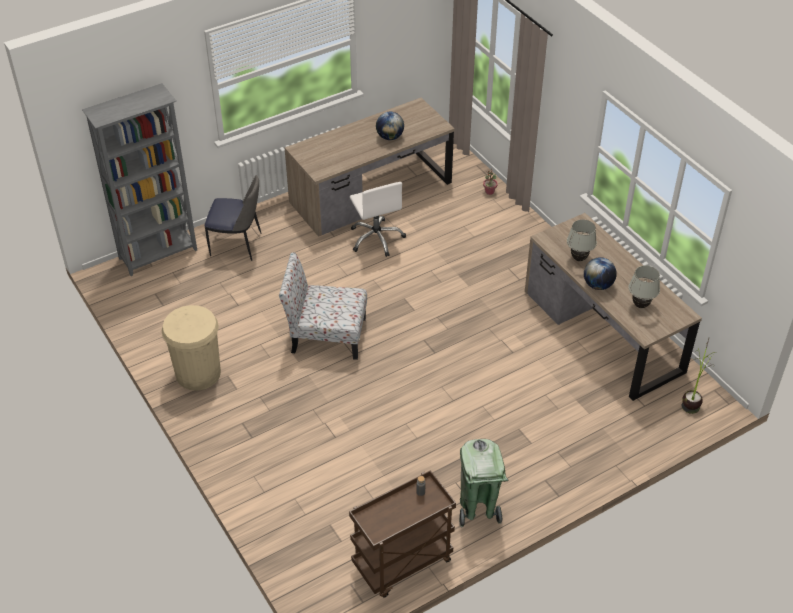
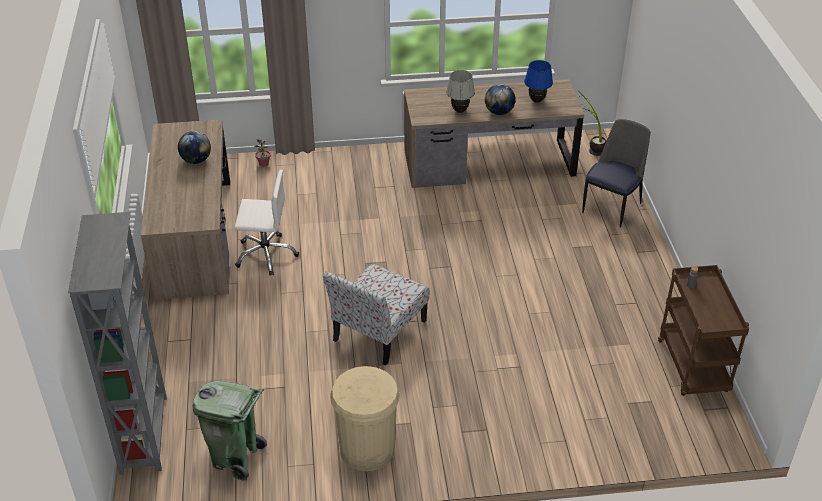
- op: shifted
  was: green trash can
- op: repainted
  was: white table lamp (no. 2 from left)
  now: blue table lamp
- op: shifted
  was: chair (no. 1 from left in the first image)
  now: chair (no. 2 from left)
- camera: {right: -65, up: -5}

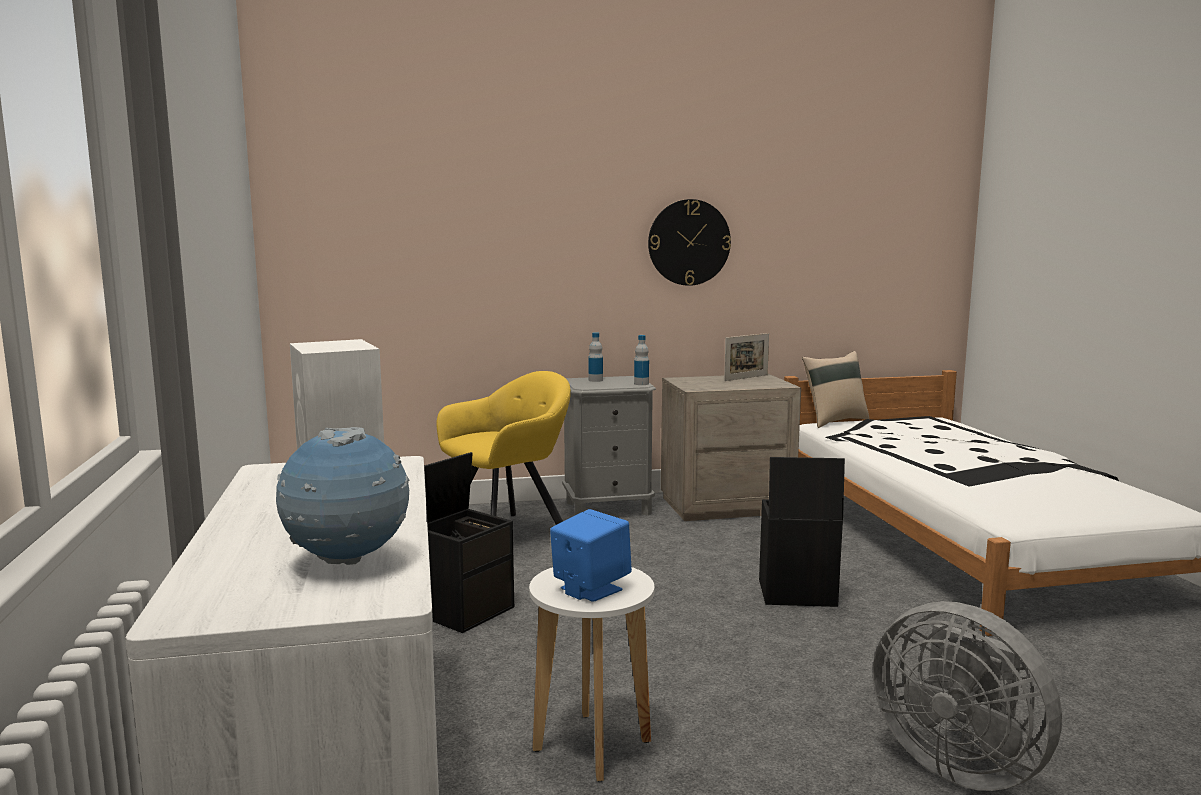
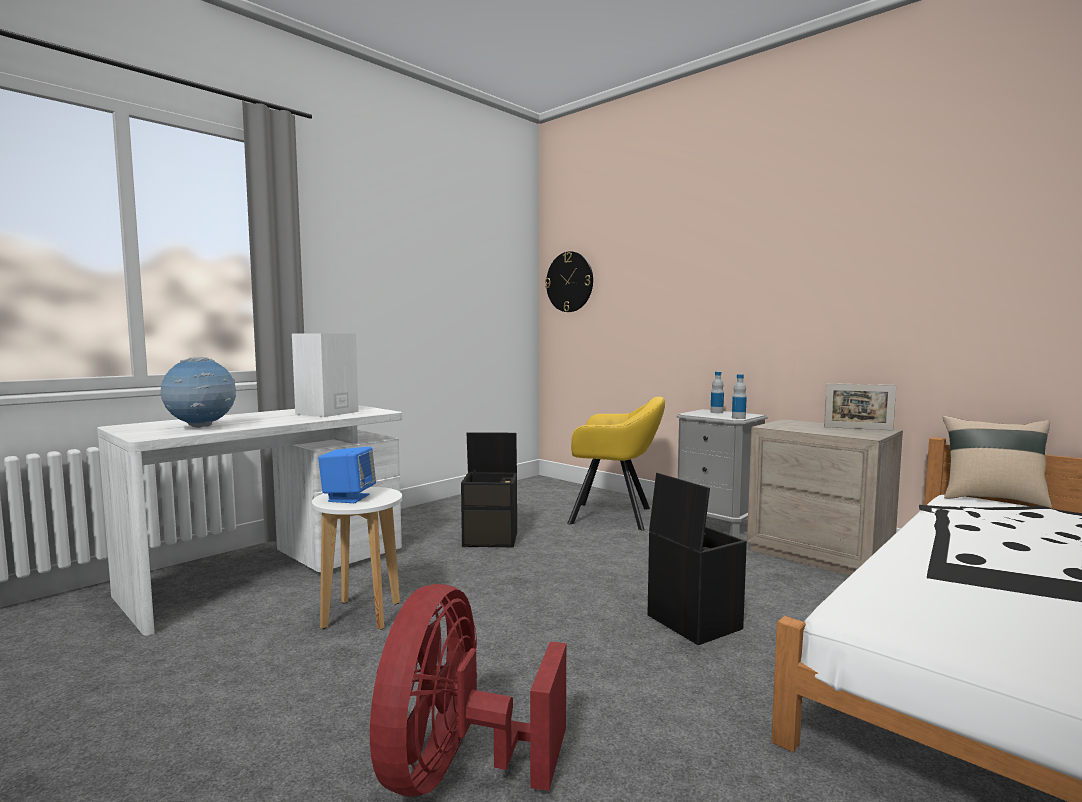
- op: repainted
  was: grey fan
  now: red fan
- op: shifted
  was: wall clock
- camera: {right: 55, up: -5}

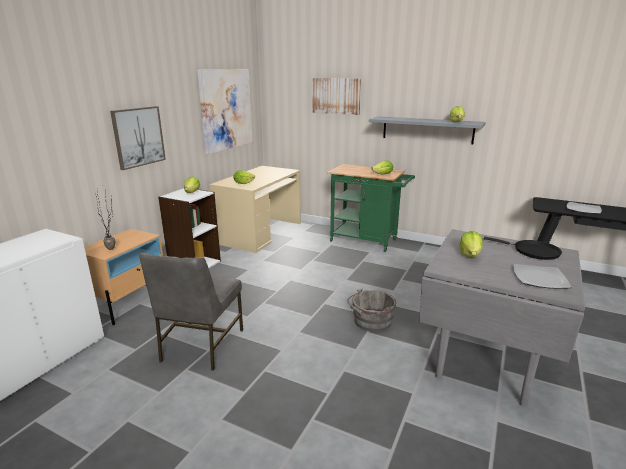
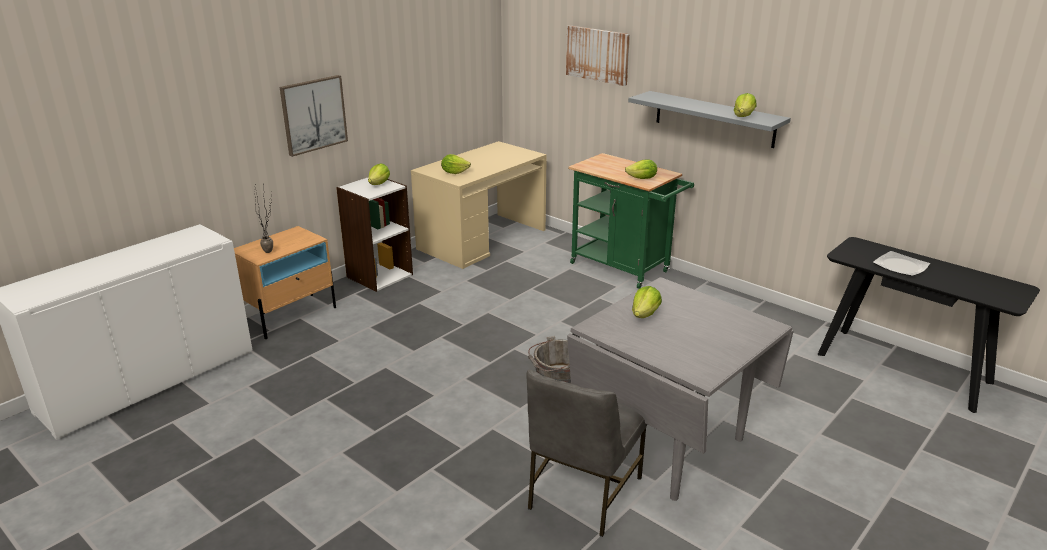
- op: shifted
  was: grey chair
- op: gone
  was: picture (no. 2 from left)
- op: gone
  was: black frying pan
- op: gone
  was: plate (no. 1 from left)
- camera: {right: 15, up: 5}

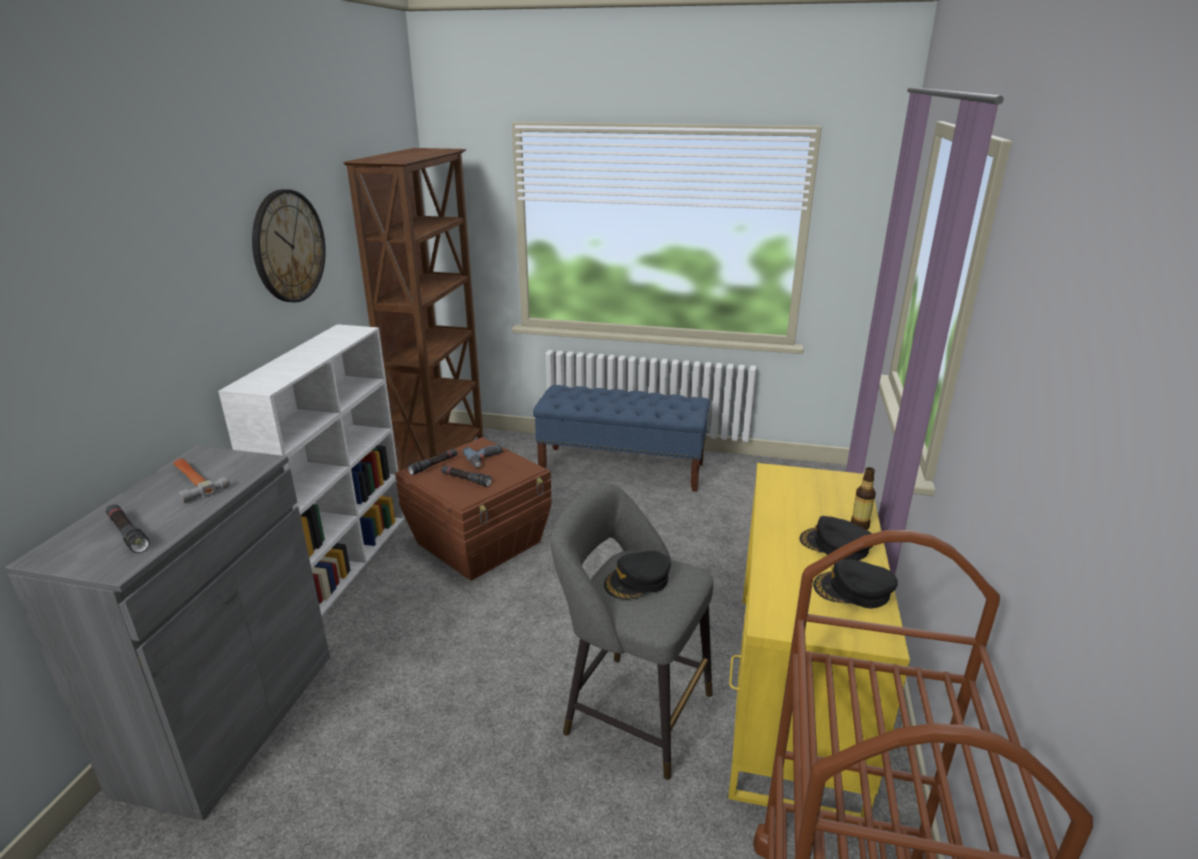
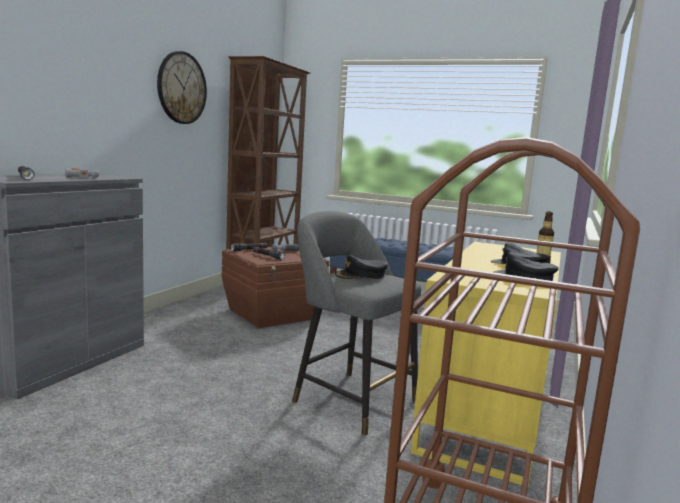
- op: gone
  was: white bookcase
- camera: {right: 10, up: -15}

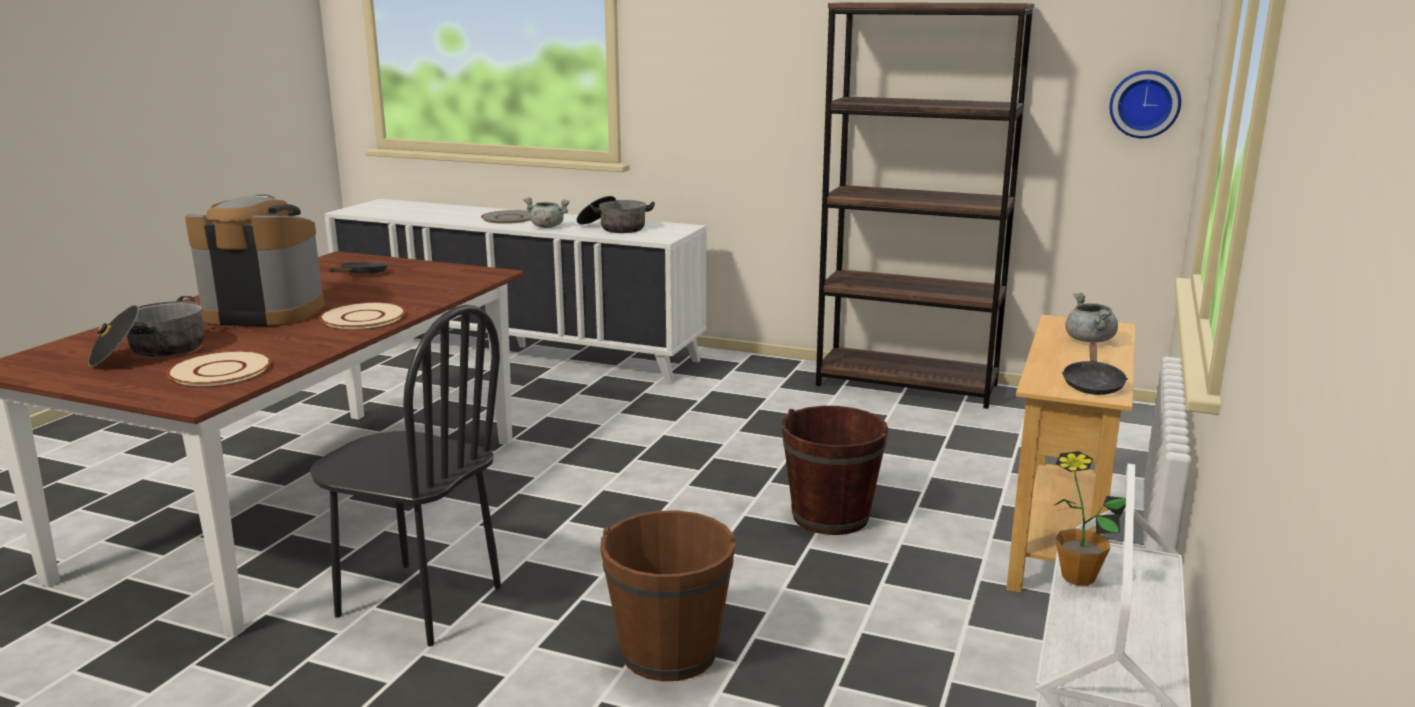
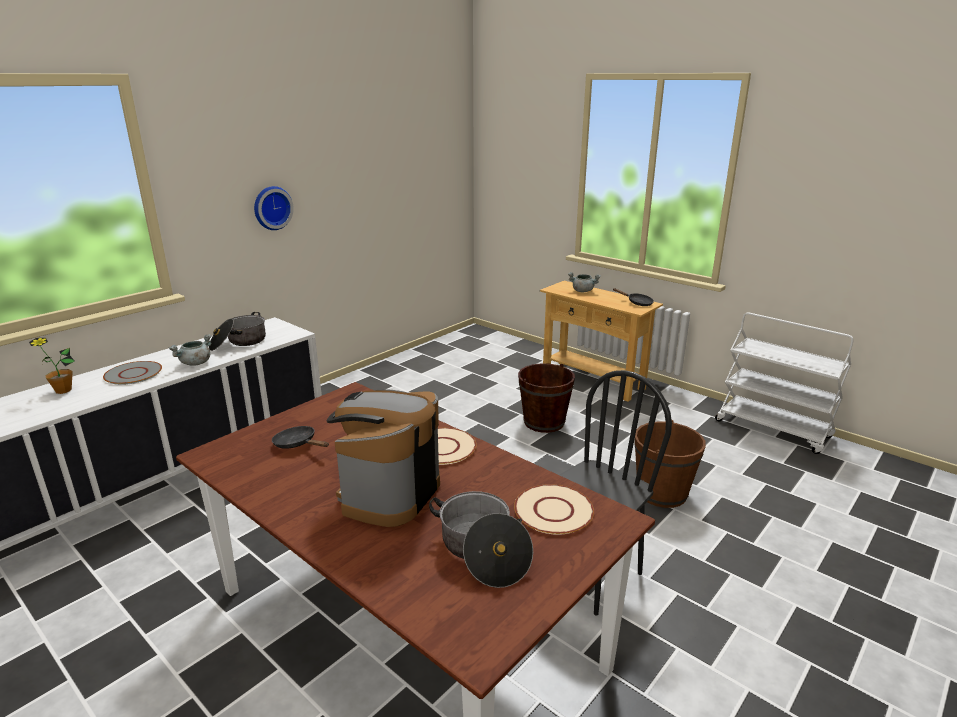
- op: shifted
  was: potted plant
- op: shifted
  was: wall clock
- op: gone
  was: brown bookcase
- camera: {right: -70, up: 5}

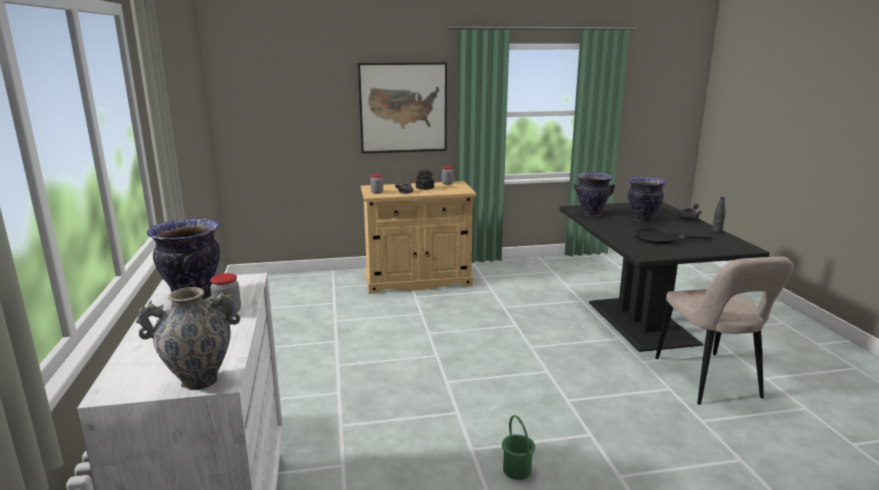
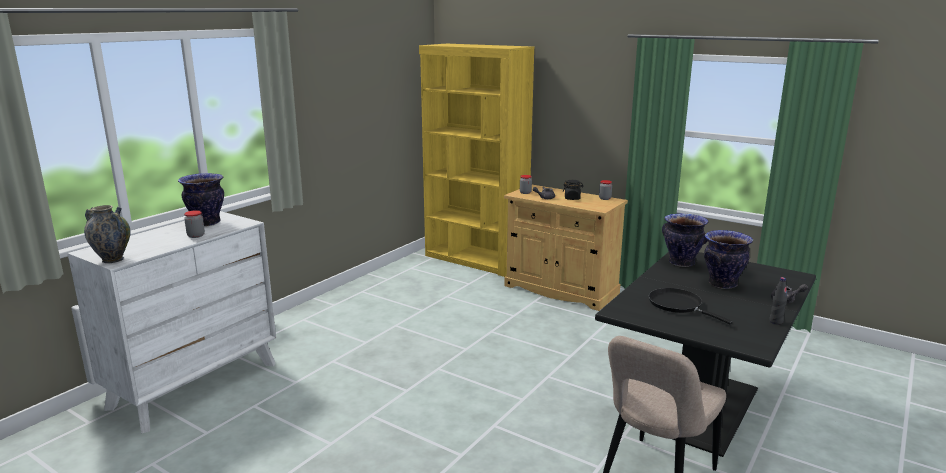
- op: new
  now: yellow bookcase
- op: gone
  was: picture
- op: gone
  was: green bucket
- camera: {right: 45, up: 0}

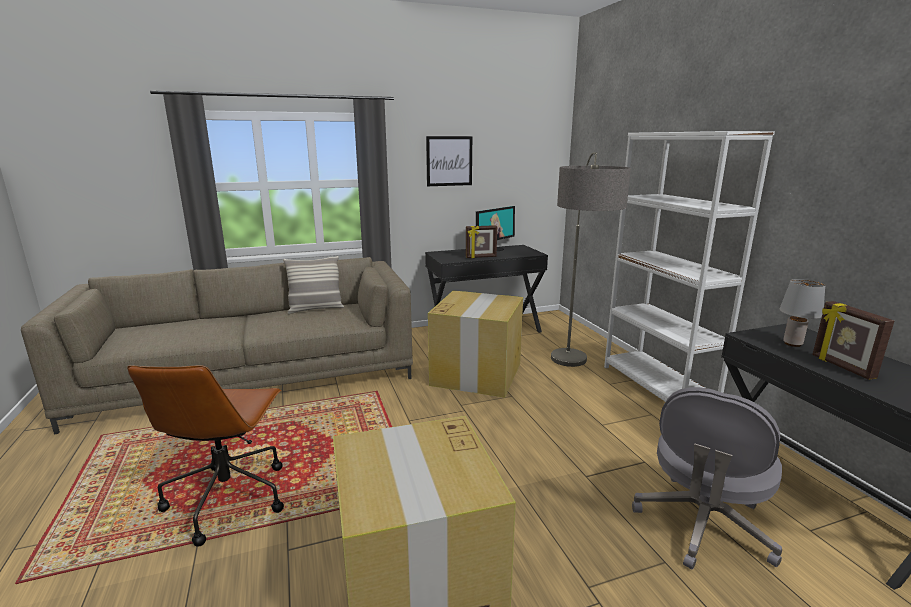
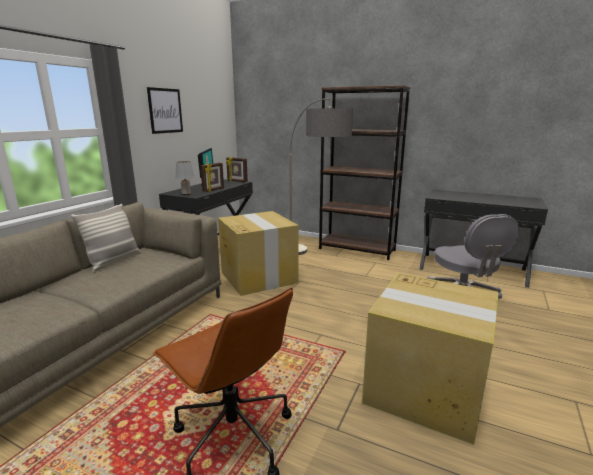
- op: shifted
  was: grey table lamp
- op: shifted
  was: picture frame (no. 2 from left)
- op: repainted
  was: white bookcase
  now: brown bookcase
- camera: {right: -45, up: 0}

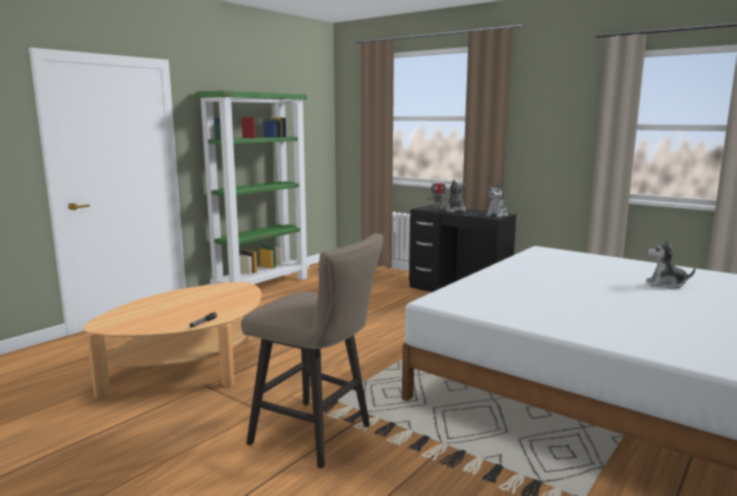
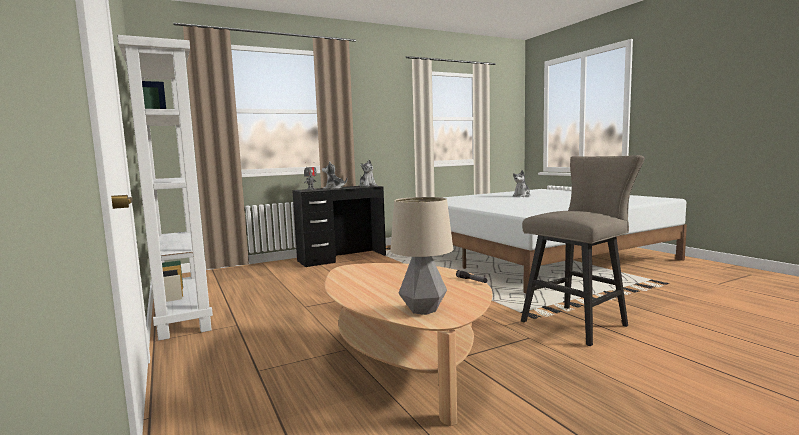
- op: repainted
  was: green bookcase
  now: white bookcase
- op: new
  now: table lamp
- camera: {right: -65, up: -5}

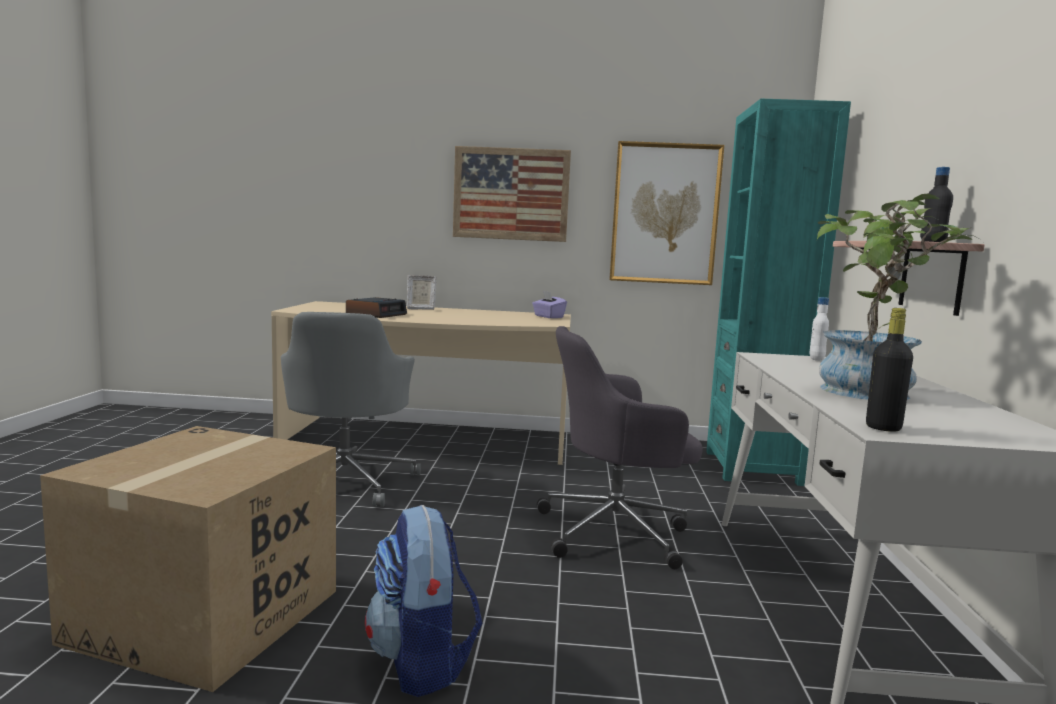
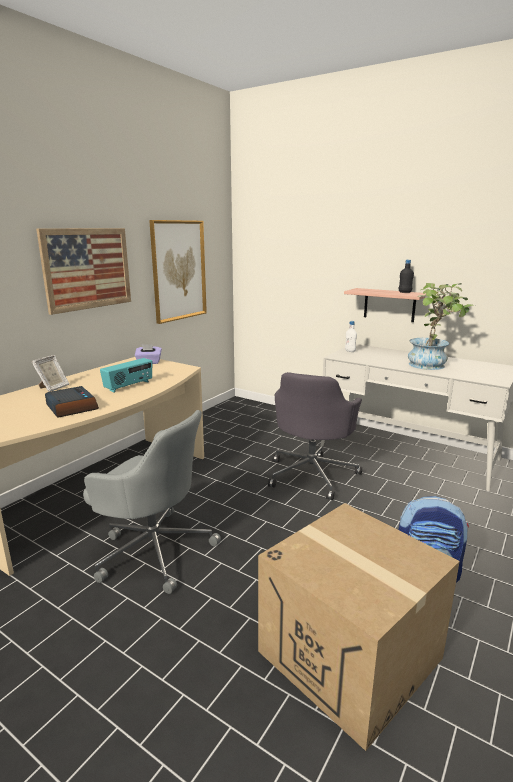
- op: new
  now: radio
- op: gone
  was: turquoise bookcase
- op: gone
  was: black bottle (no. 1 from left)
- camera: {right: -60, up: 10}

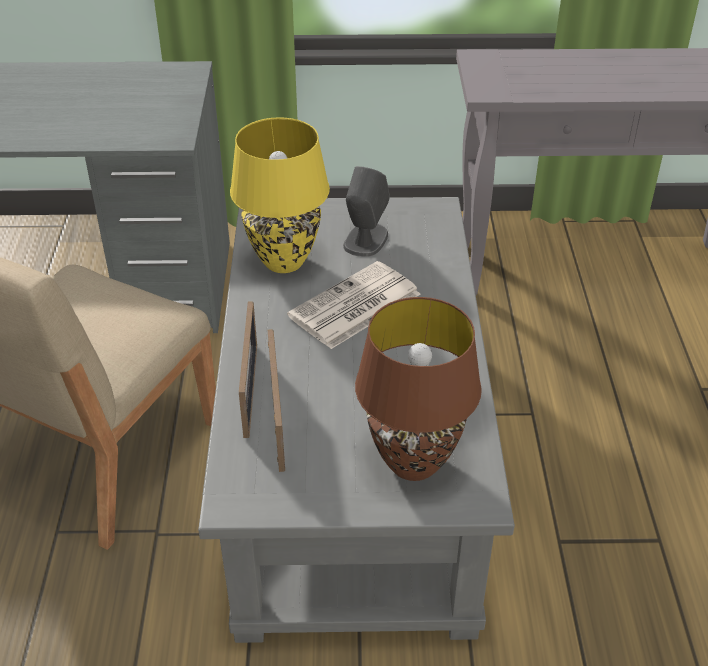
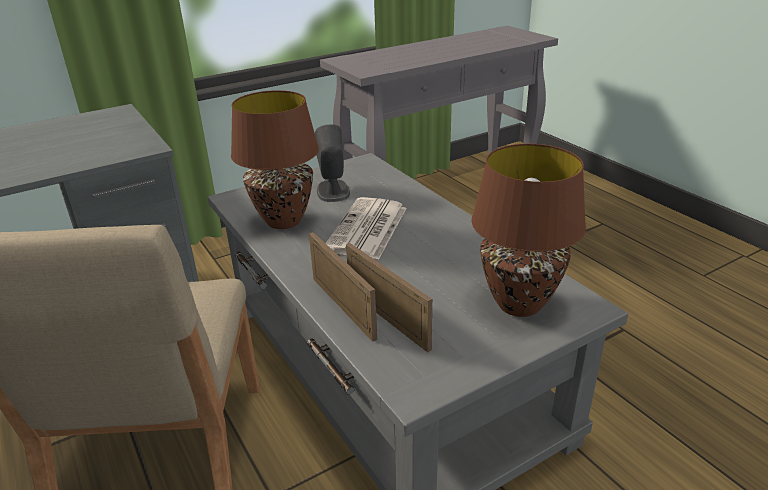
- op: repainted
  was: yellow table lamp
  now: brown table lamp (no. 1 from left)
- camera: {right: -30, up: -10}

